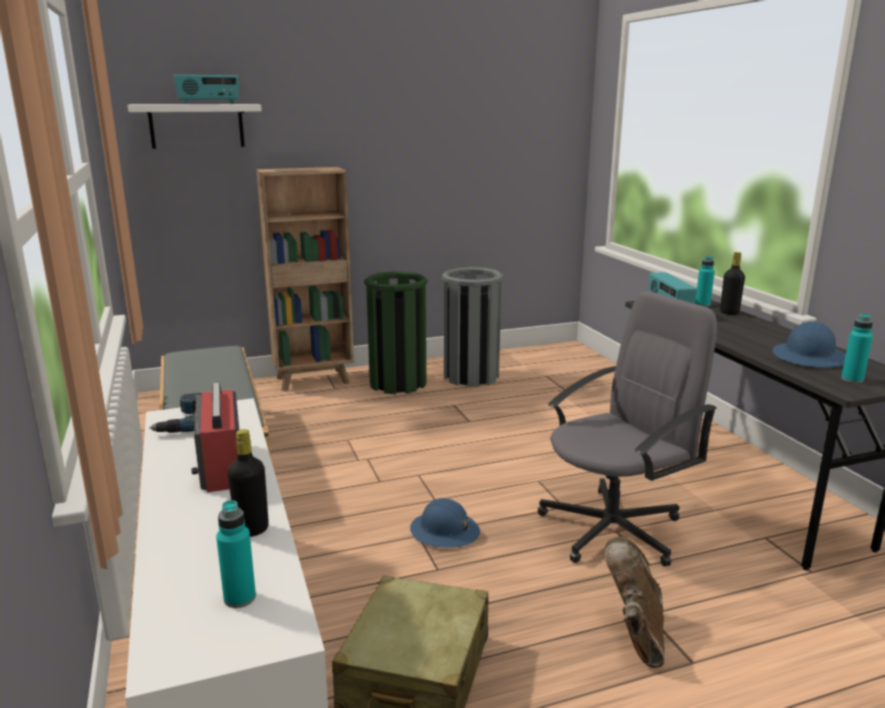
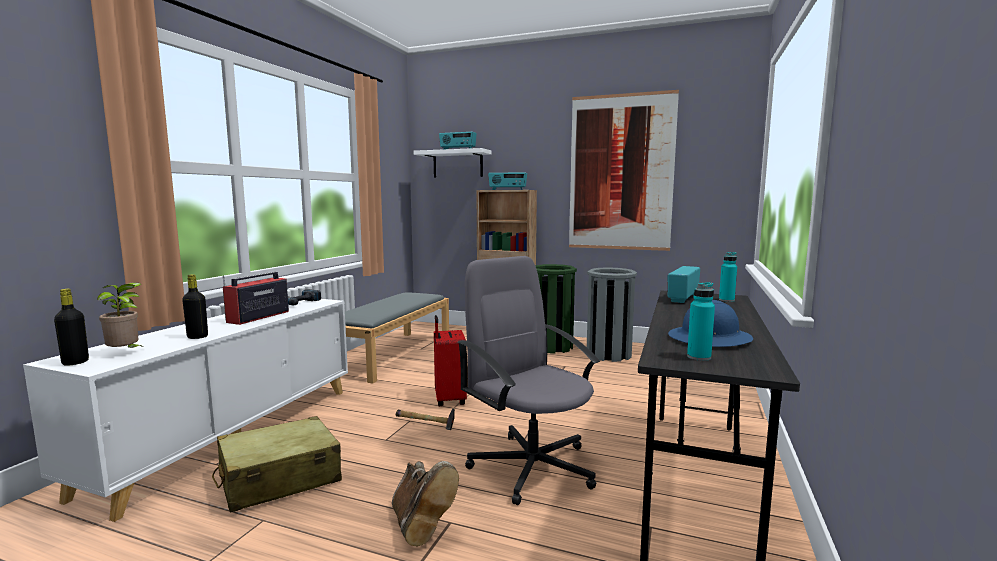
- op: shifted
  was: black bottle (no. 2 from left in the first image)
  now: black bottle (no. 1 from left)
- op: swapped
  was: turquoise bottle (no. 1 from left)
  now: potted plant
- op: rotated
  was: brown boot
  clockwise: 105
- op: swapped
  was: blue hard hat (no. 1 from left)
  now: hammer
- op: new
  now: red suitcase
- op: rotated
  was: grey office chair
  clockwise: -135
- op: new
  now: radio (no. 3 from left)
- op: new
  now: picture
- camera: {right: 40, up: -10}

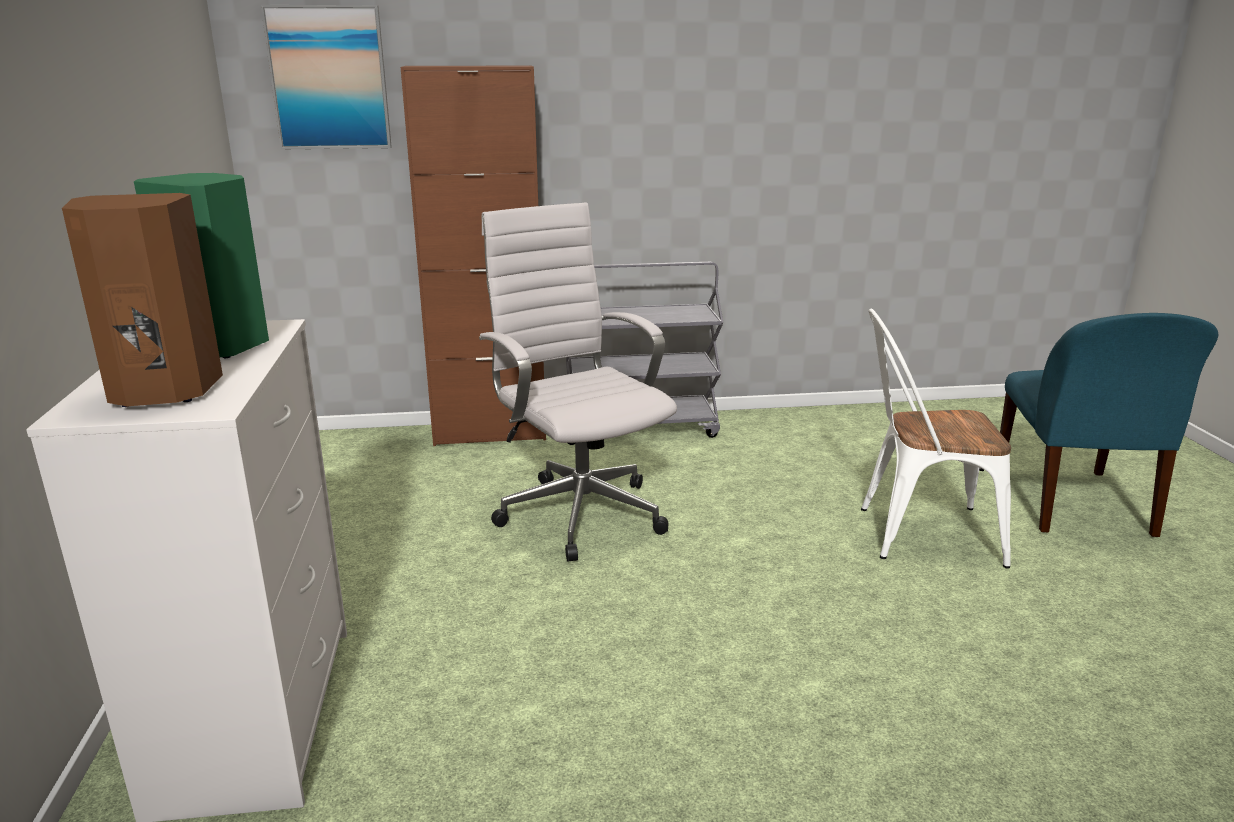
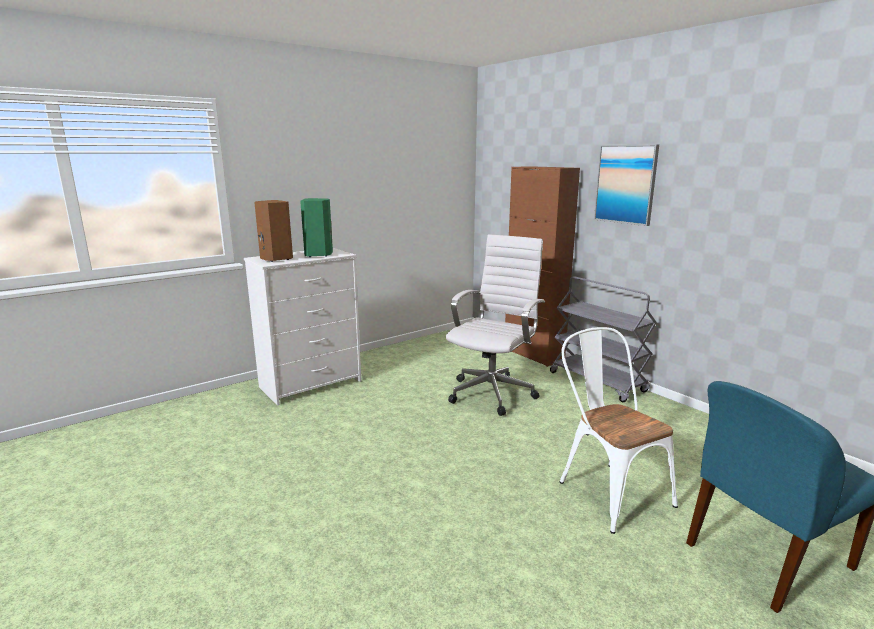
- op: shifted
  was: picture
- camera: {right: 60, up: -5}

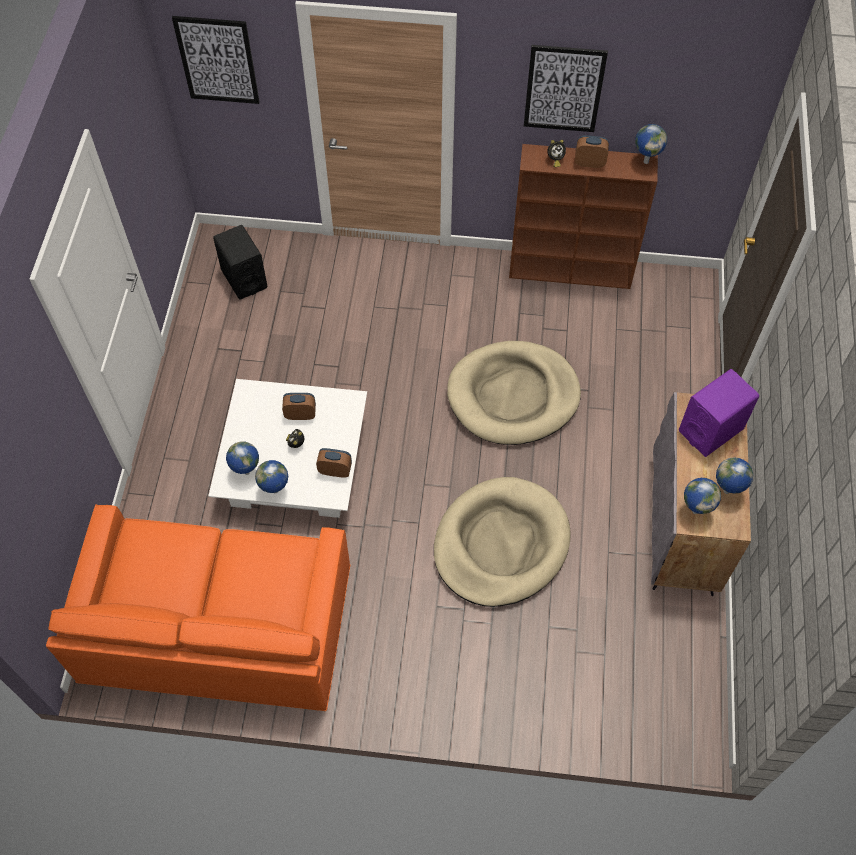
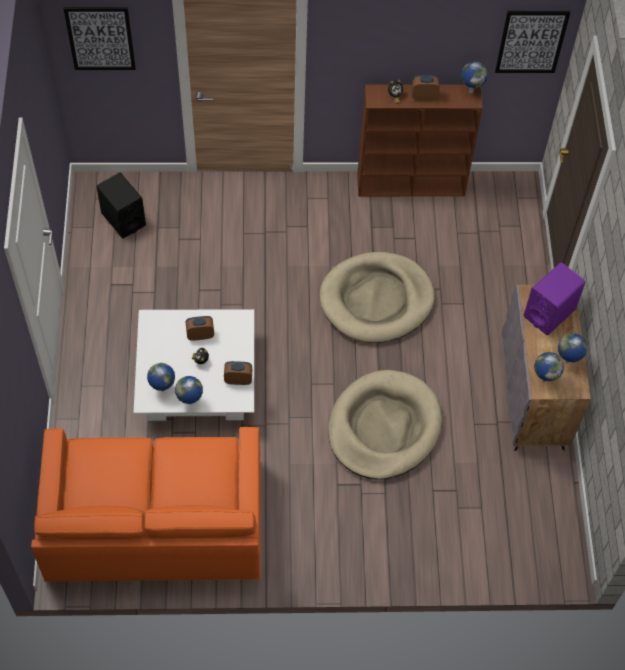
- op: shifted
  was: picture (no. 2 from left)
- camera: {right: -10, up: 0}

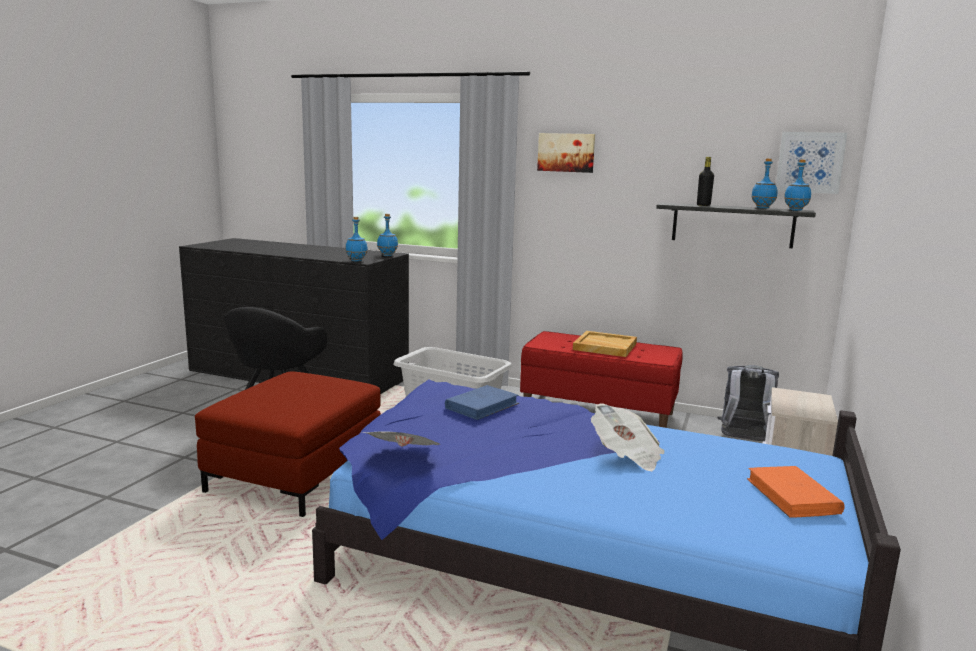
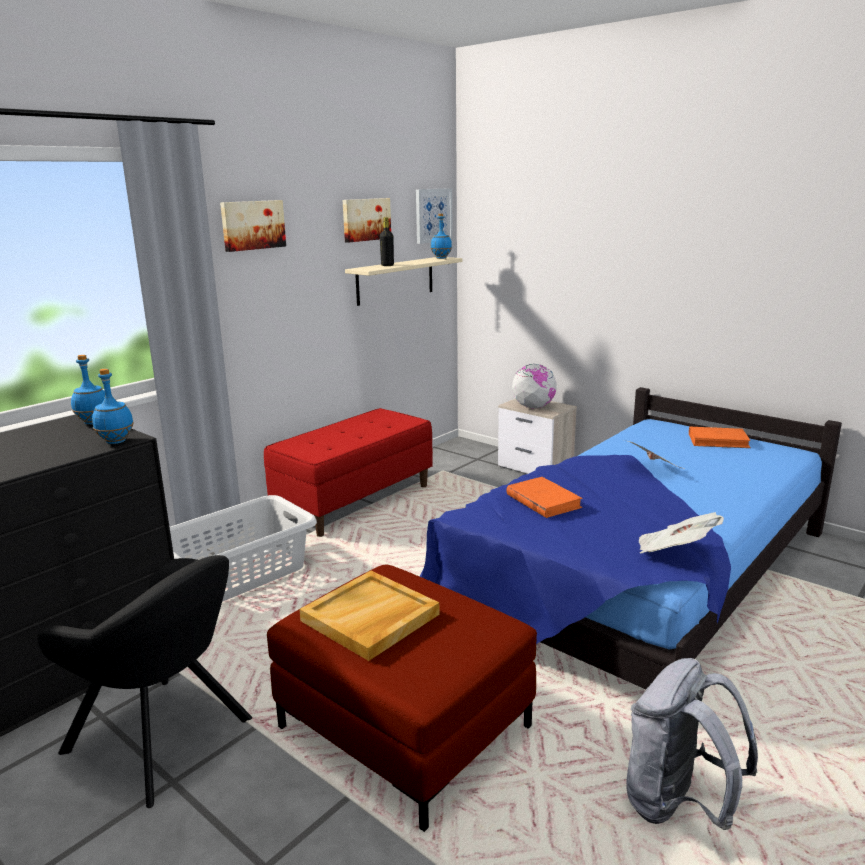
- op: shifted
  was: beige tray
- op: new
  now: picture (no. 2 from left)
- op: repainted
  was: black shelf
  now: beige shelf
- op: repainted
  was: blue book
  now: orange book (no. 1 from left)
- op: new
  now: globe
- op: shifted
  was: grey backpack
- op: gone
  was: blue bottle (no. 3 from left)
- camera: {right: -70, up: 5}

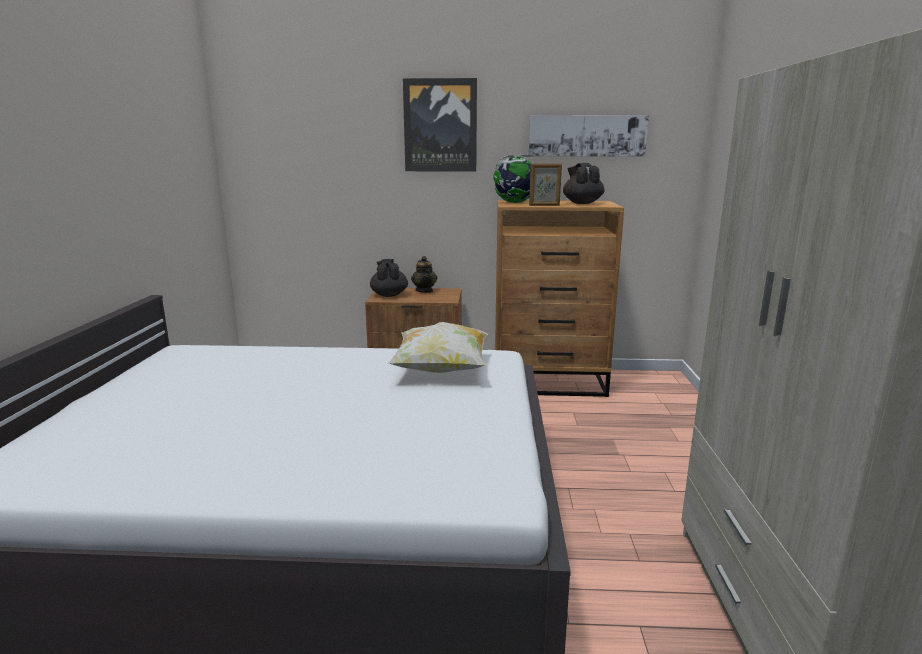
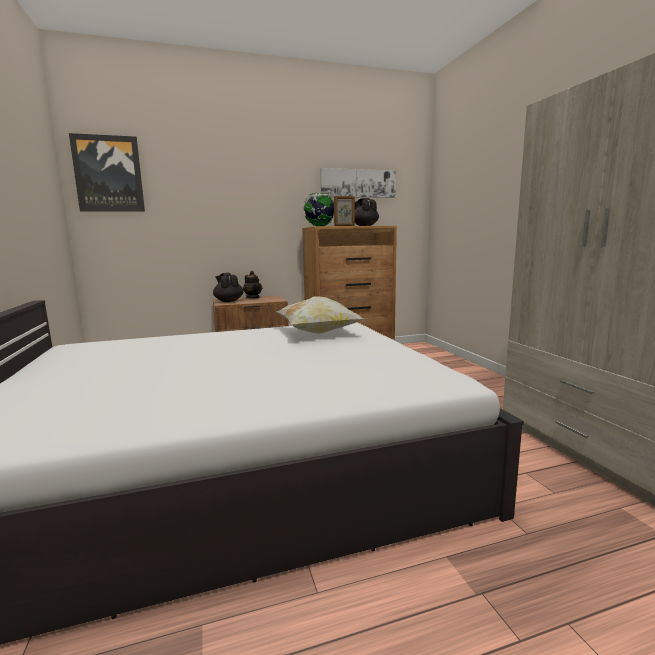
- op: shifted
  was: picture (no. 1 from left)
- camera: {right: -20, up: -5}

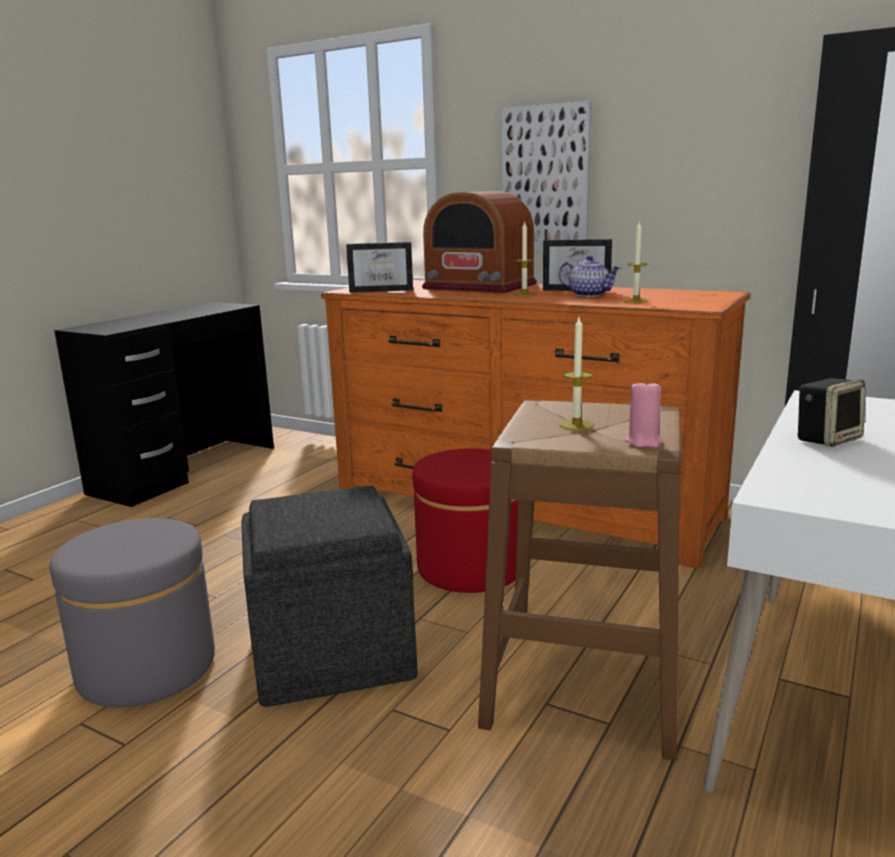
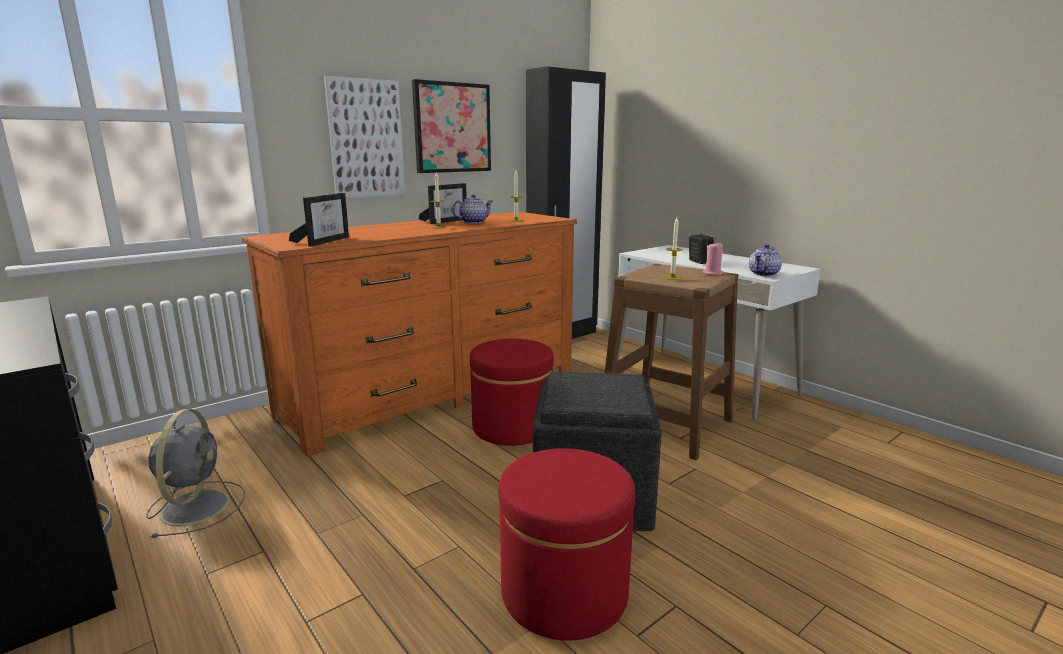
- op: new
  now: grey fan
- op: new
  now: picture (no. 2 from left)
- op: repainted
  was: grey ottoman (no. 1 from left)
  now: red ottoman (no. 2 from left)
- op: new
  now: teapot (no. 2 from left)
- op: gone
  was: radio
- camera: {right: -70, up: 0}

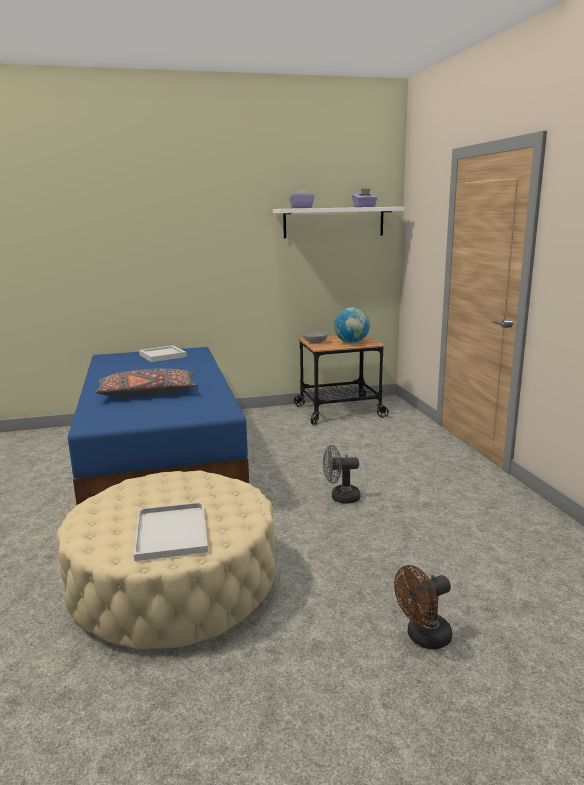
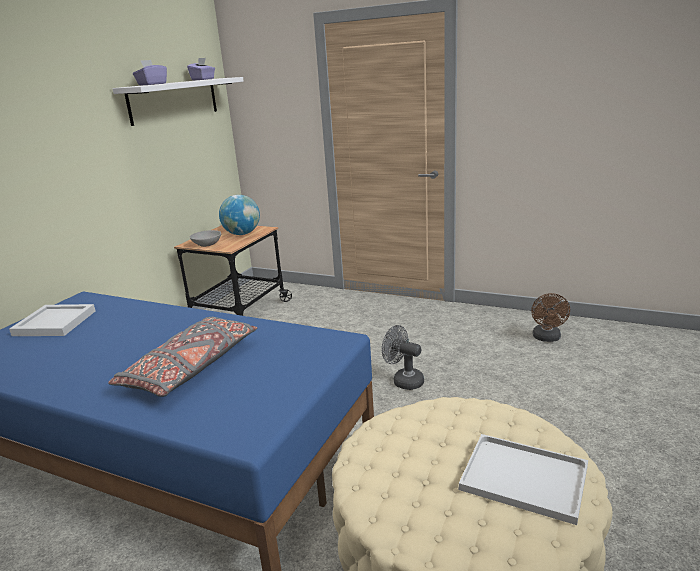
- op: rotated
  was: grey fan
  clockwise: 90
- op: shifted
  was: brown fan
- camera: {right: -50, up: 5}

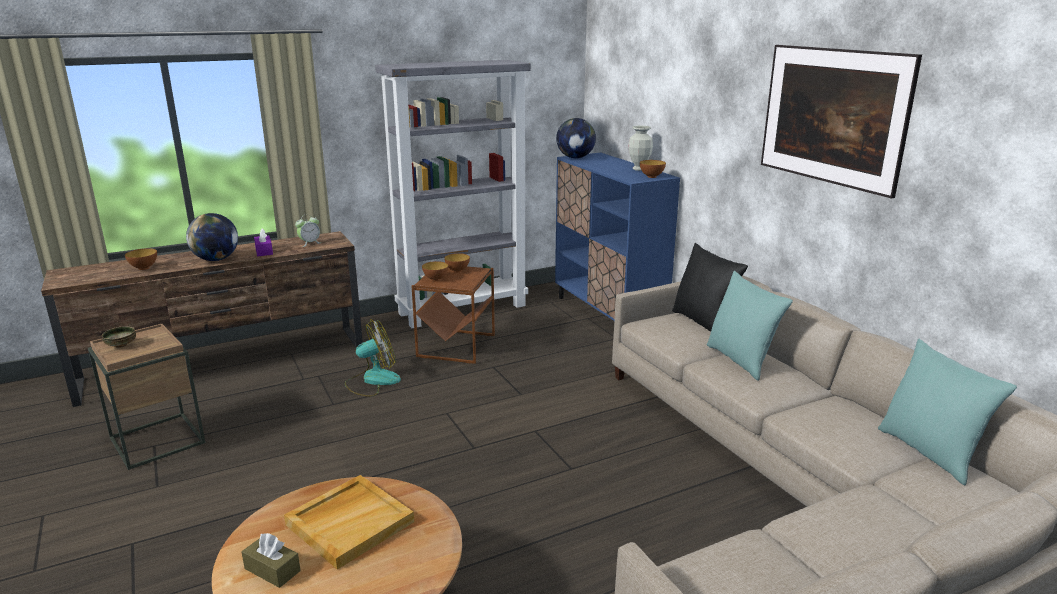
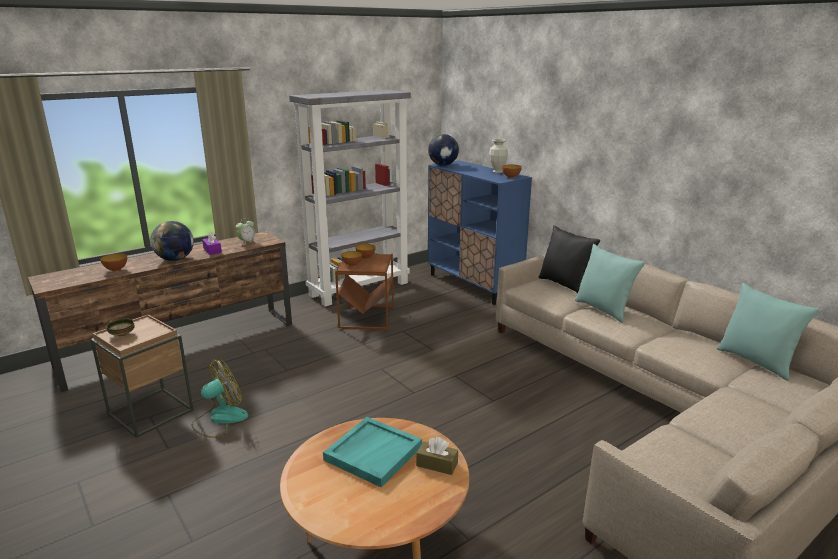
- op: shifted
  was: fan
- op: repainted
  was: beige tray
  now: turquoise tray
- op: shifted
  was: brown tissue box
- op: gone
  was: picture
- camera: {right: -10, up: 0}

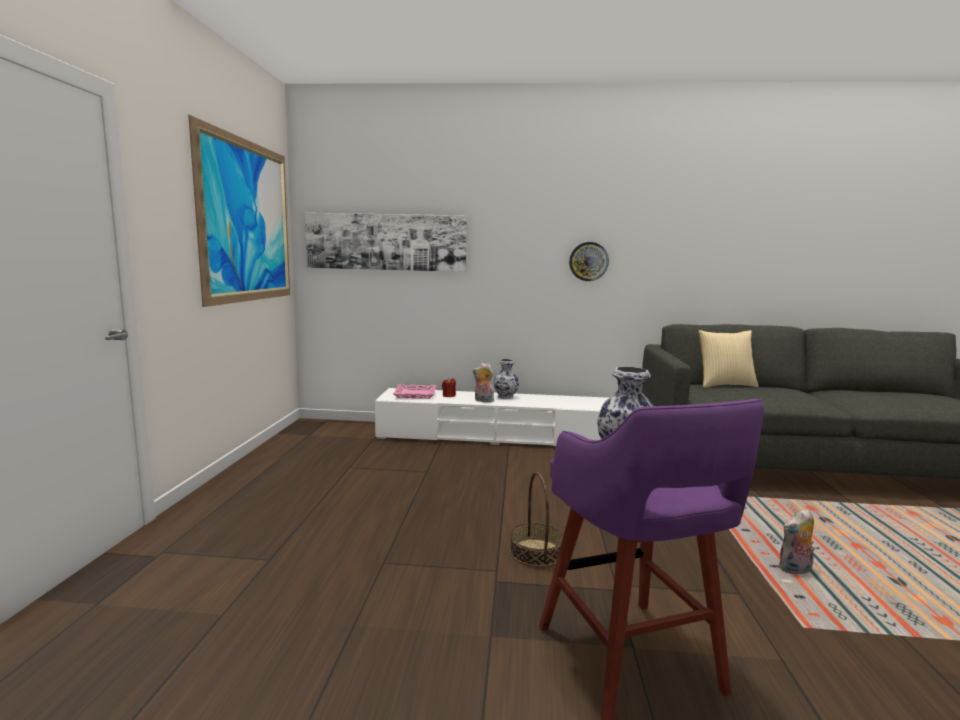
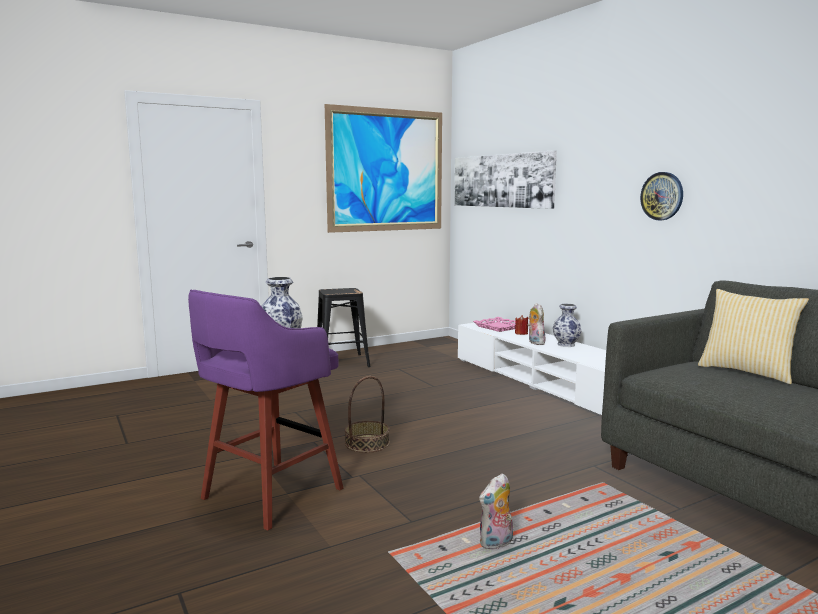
- op: new
  now: black stool
- op: rotated
  was: plush toy (no. 2 from left in the first image)
  clockwise: -75
- camera: {right: 55, up: 0}

